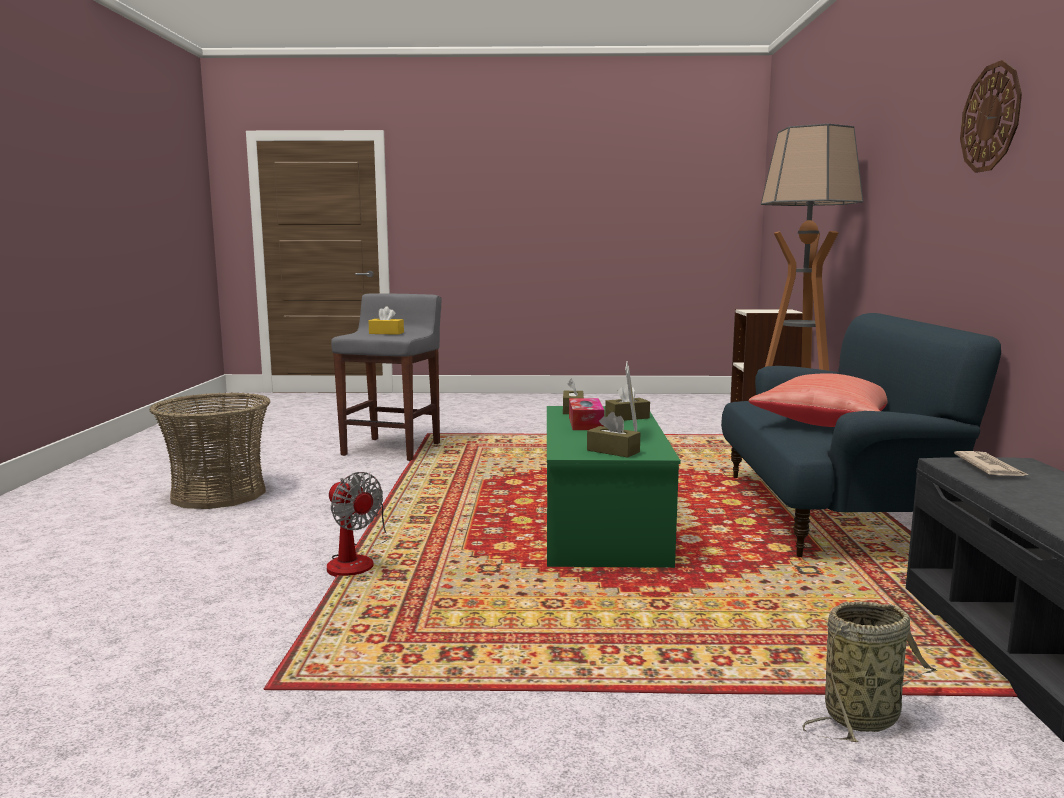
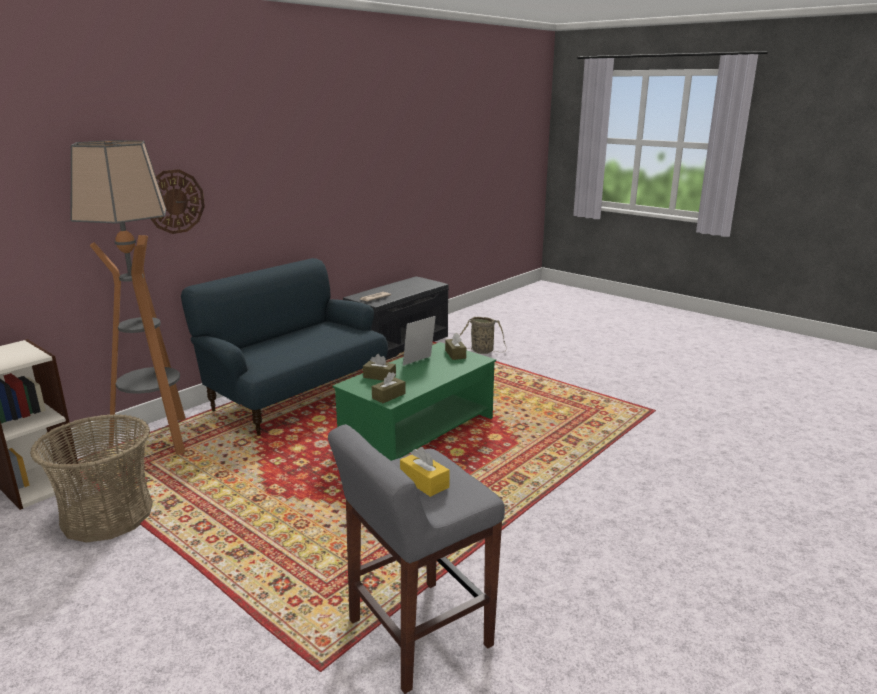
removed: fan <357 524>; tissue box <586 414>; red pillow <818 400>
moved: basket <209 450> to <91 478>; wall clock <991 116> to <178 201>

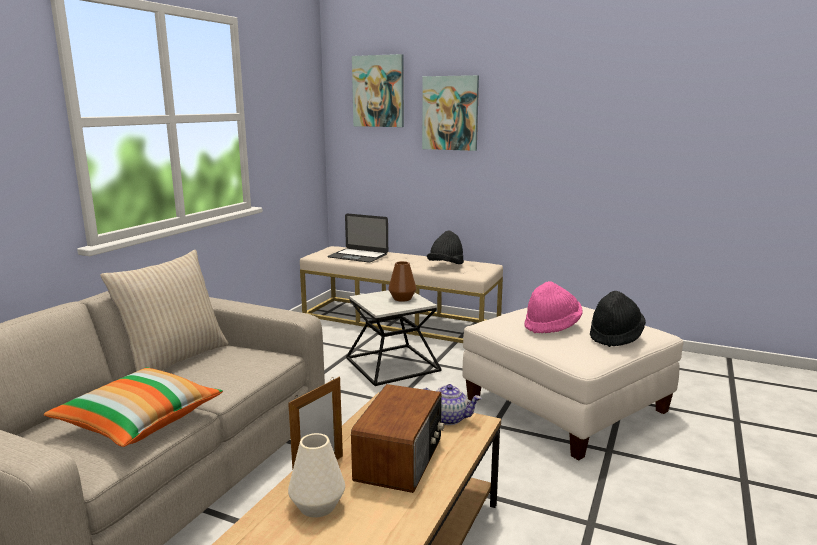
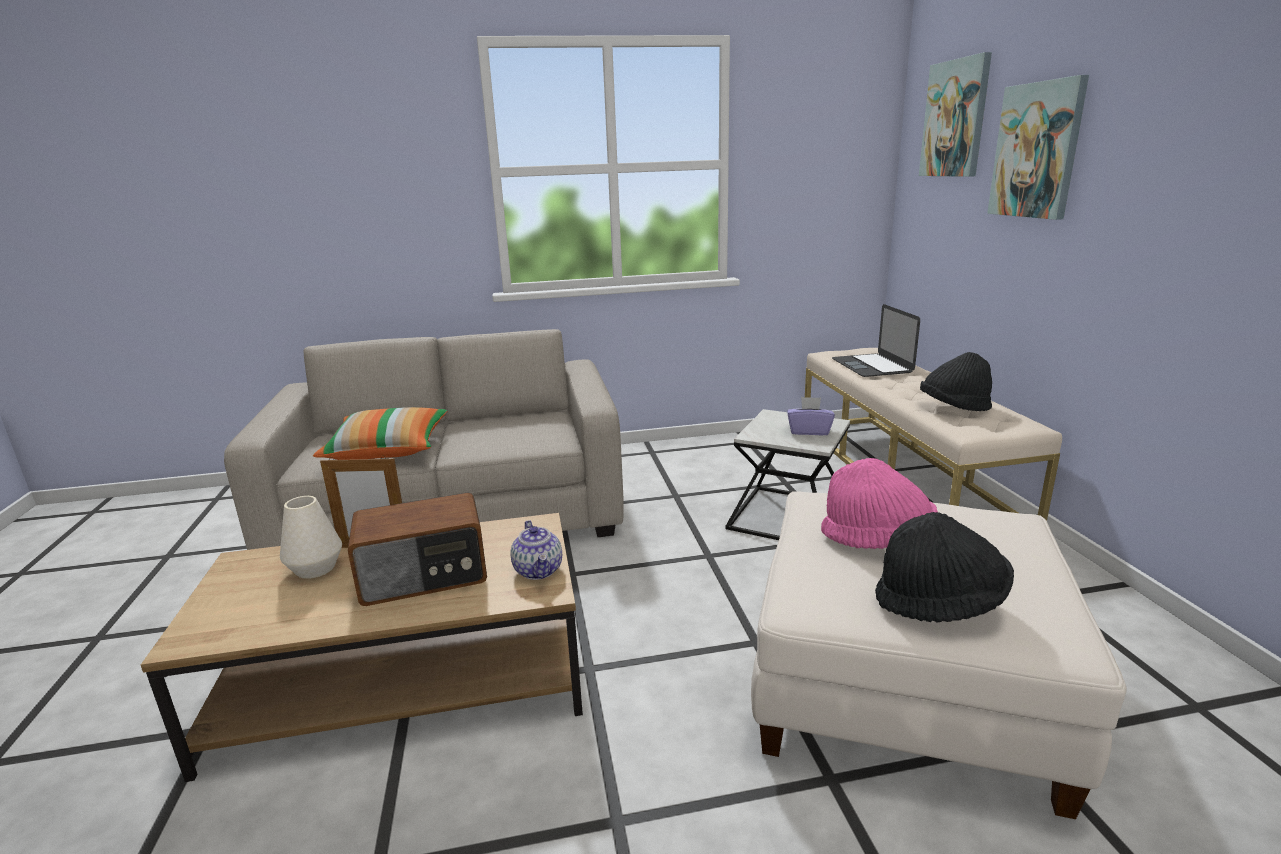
removed: beige pillow <164 310>
replaced: brown vase <402 281> to purple tissue box <811 416>

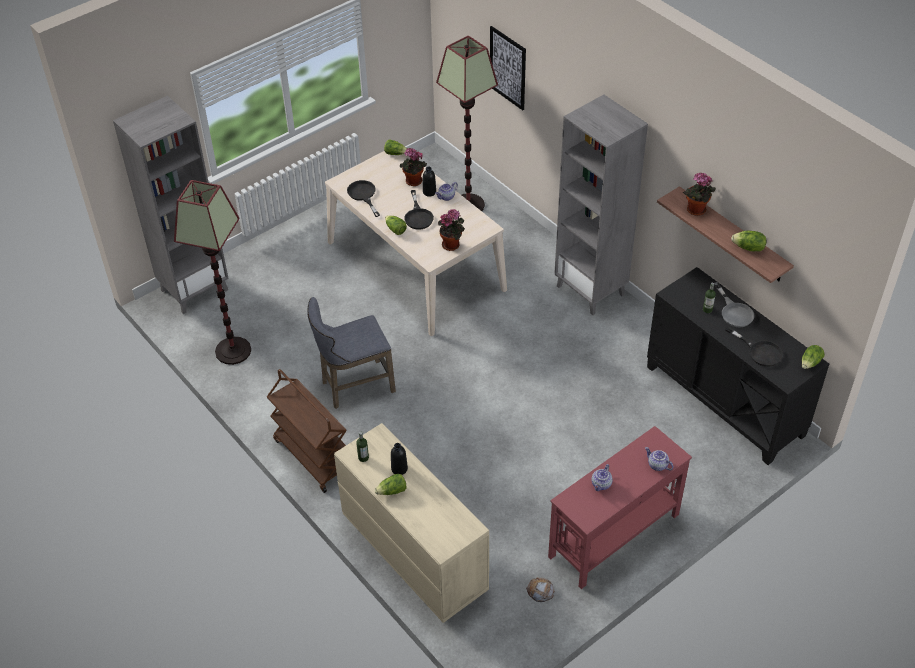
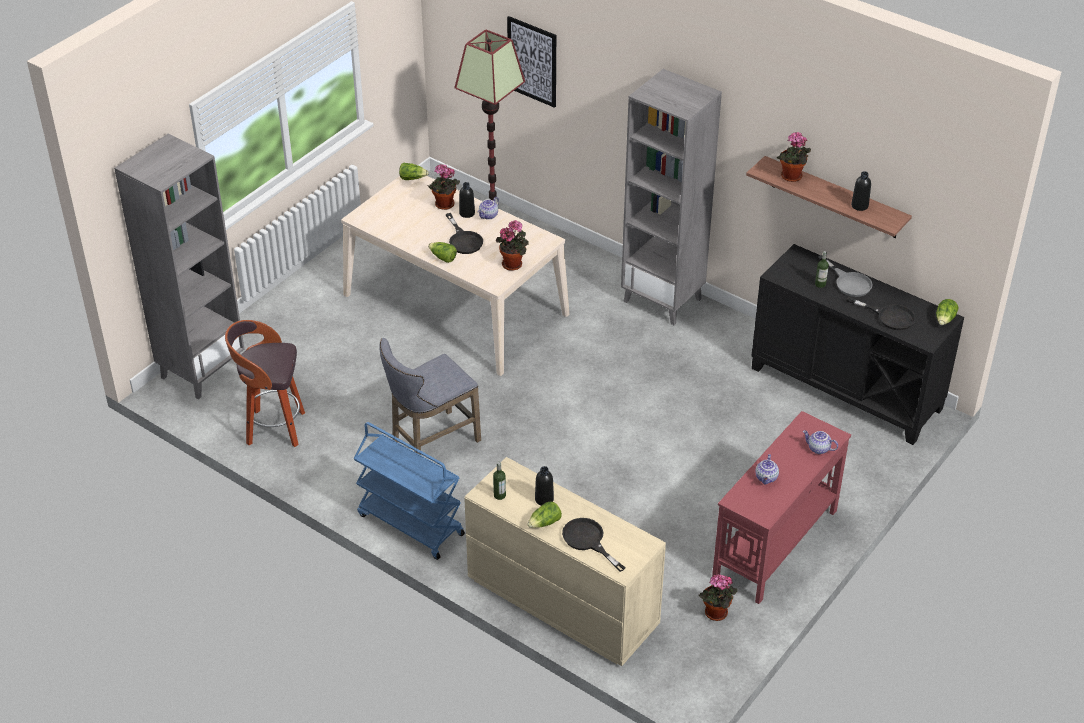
moved: black frying pan <363 198> to <594 545>
replaced: floor lamp <212 272> to stool <265 383>; bread <540 589> to potted plant <718 597>; lettuce <748 241> to black bottle <861 191>
recoloured: brown cart <307 431> to blue cart <409 491>

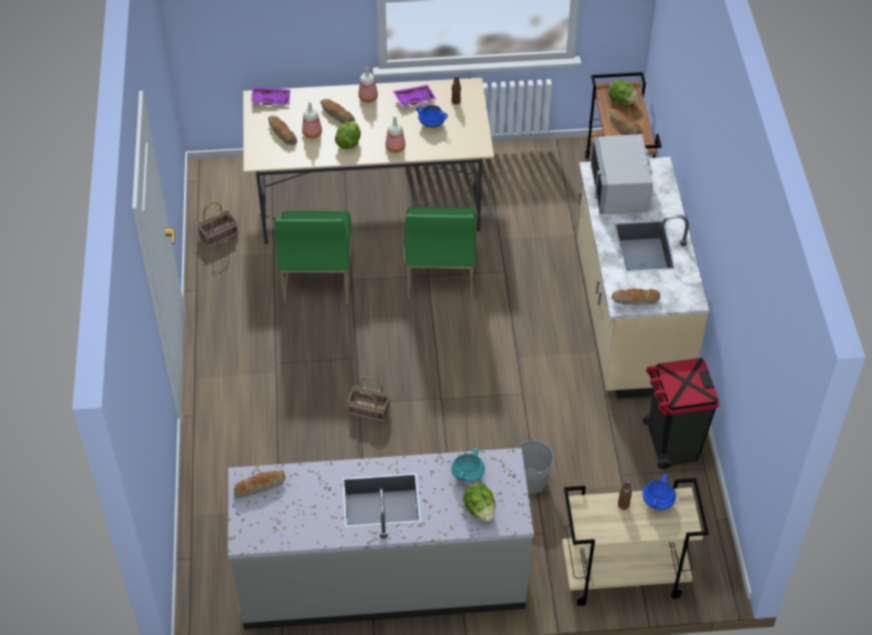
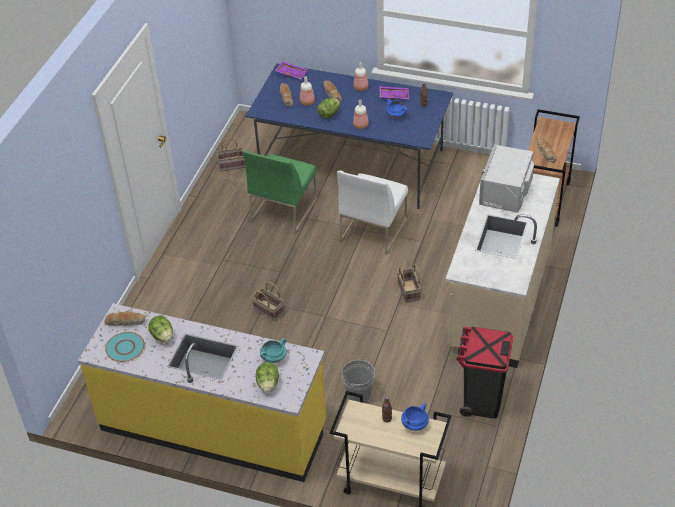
removed: bread <636 297>
added: turquoise plate <125 347>; basket <409 283>
moved: lettuce <623 92> to <160 328>
recoloured: grey counter <381 539> to yellow counter <202 392>; beige dining table <368 160> to blue dining table <349 136>; green chair <440 253> to white chair <372 212>

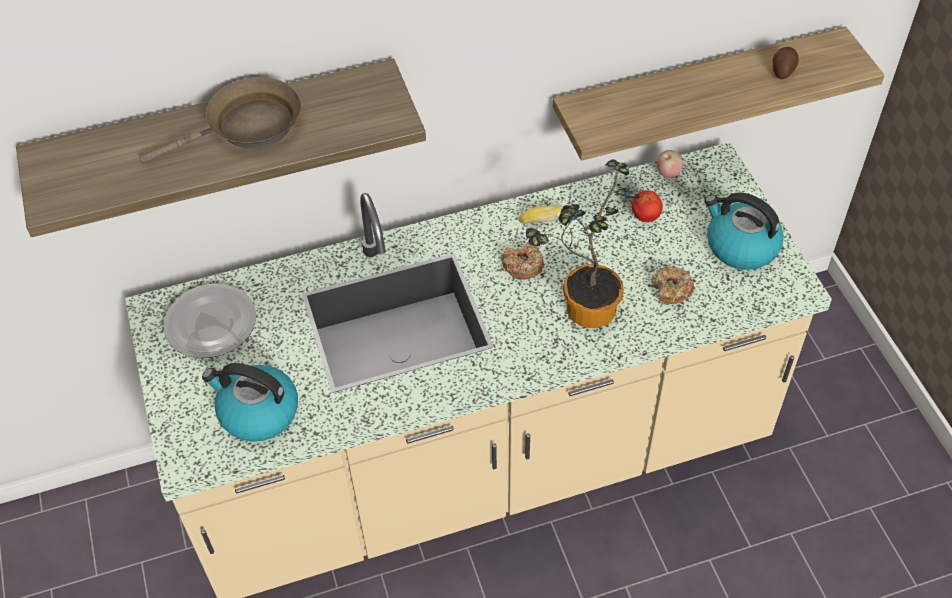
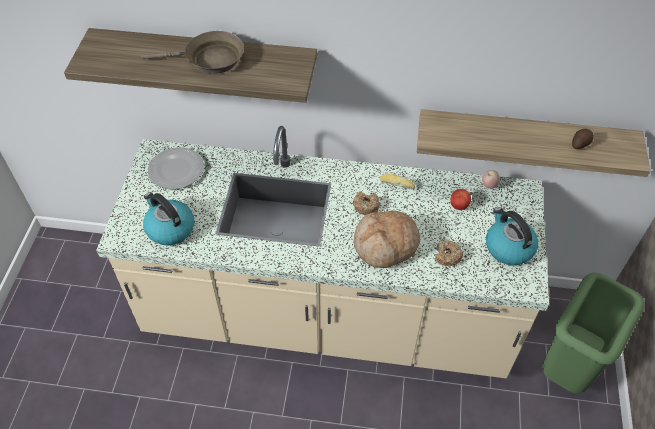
added: green trash can <593 333>
replaced: potted plant <583 243> to bread <387 239>

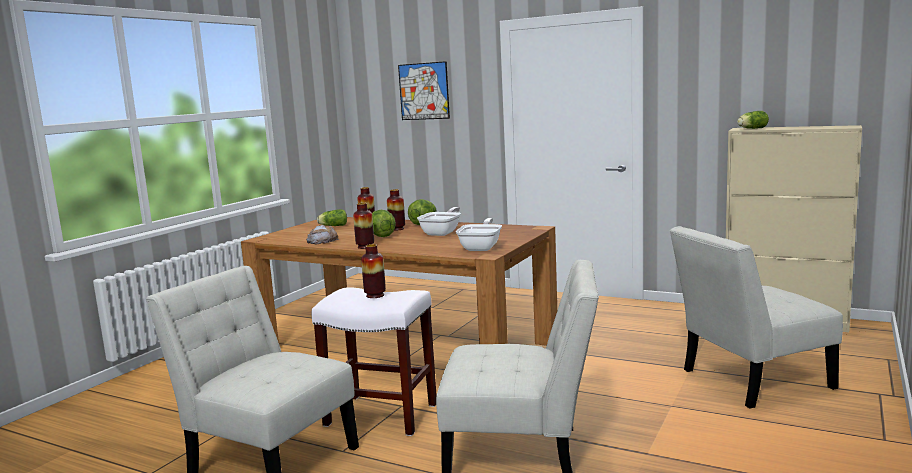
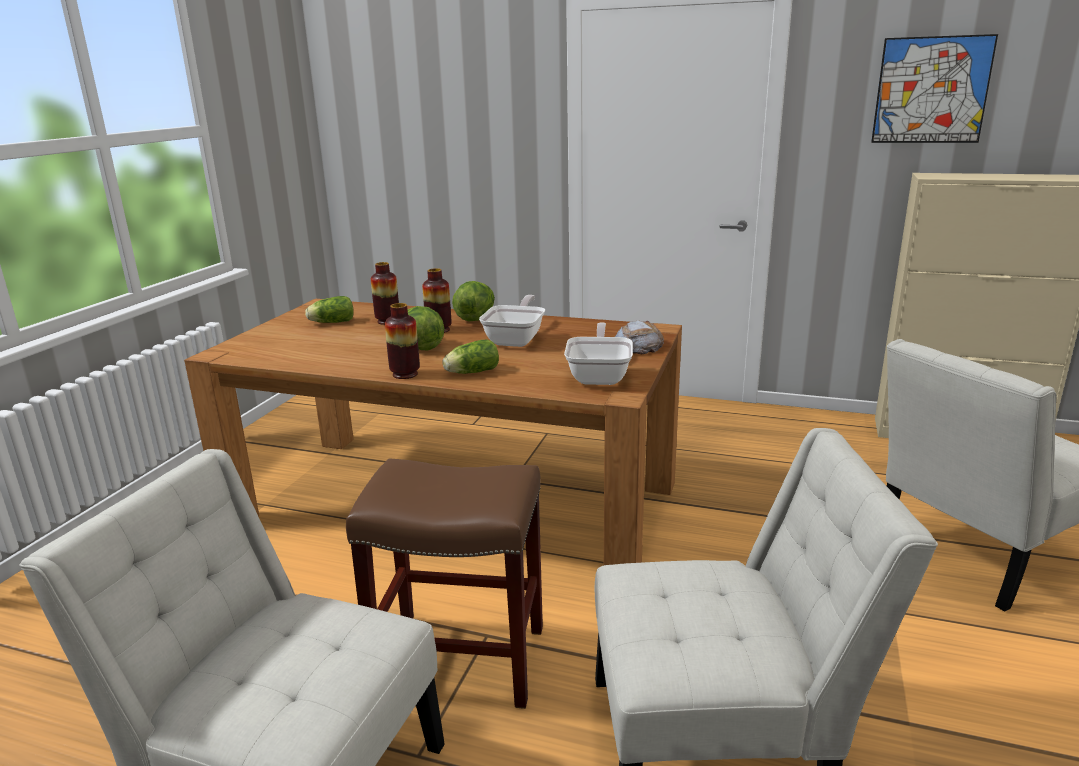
removed: vase <373 271>
moved: lettuce <753 120> to <470 356>; bread <322 234> to <639 337>; picture <424 90> to <934 88>
recoloured: white stool <374 361> to brown stool <444 584>

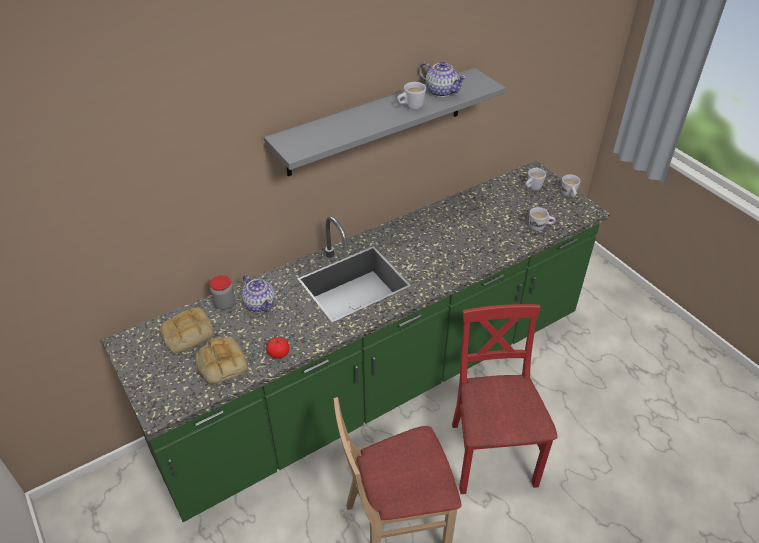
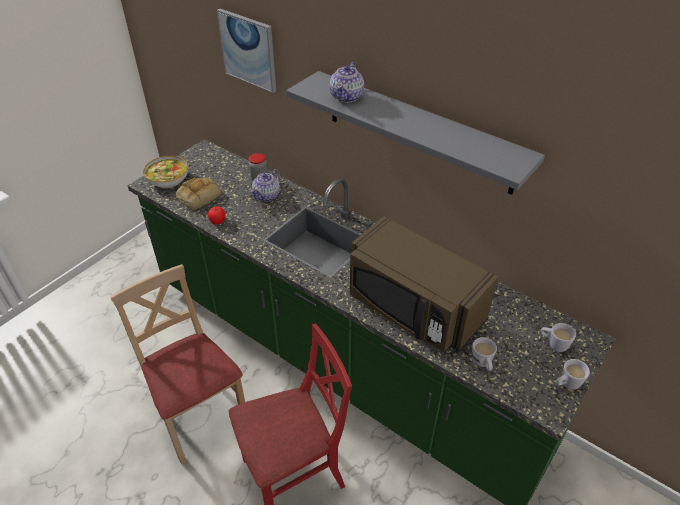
removed: bread <186 331>; white mug <411 96>
added: bowl <165 172>; picture <246 51>; brown microwave <424 284>
moved: teapot <443 79> to <347 82>

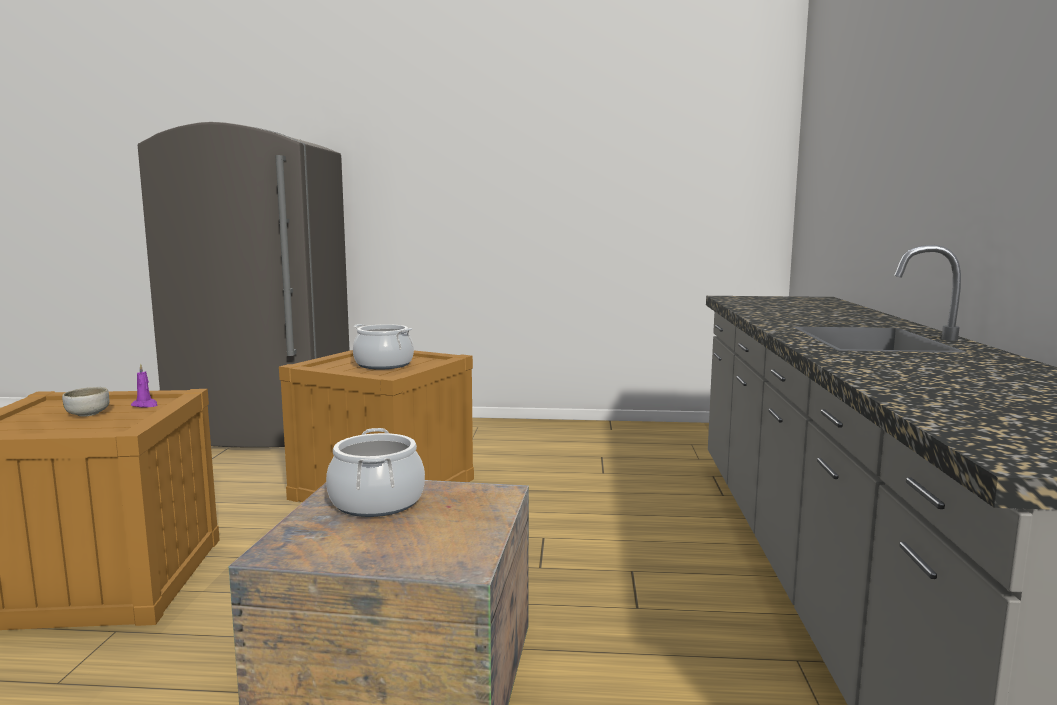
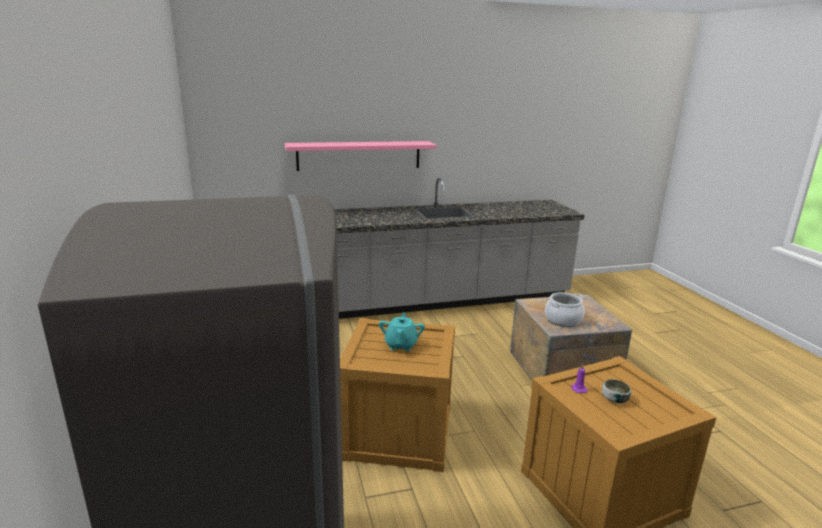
added: pink shelf <361 156>
replaced: cooking pot <383 346> to turquoise teapot <402 332>

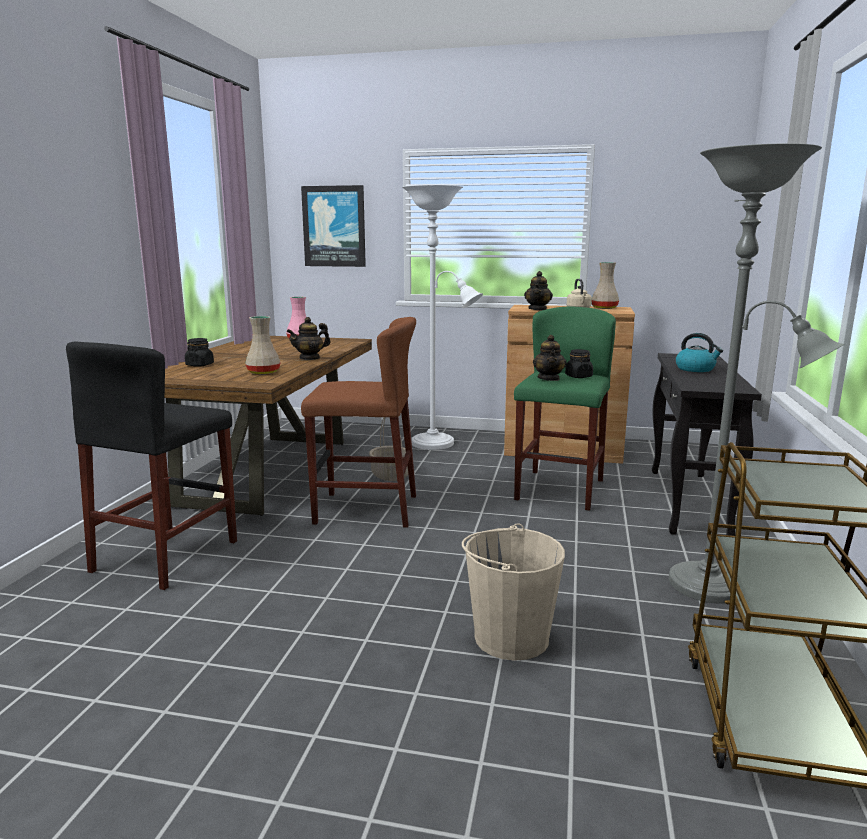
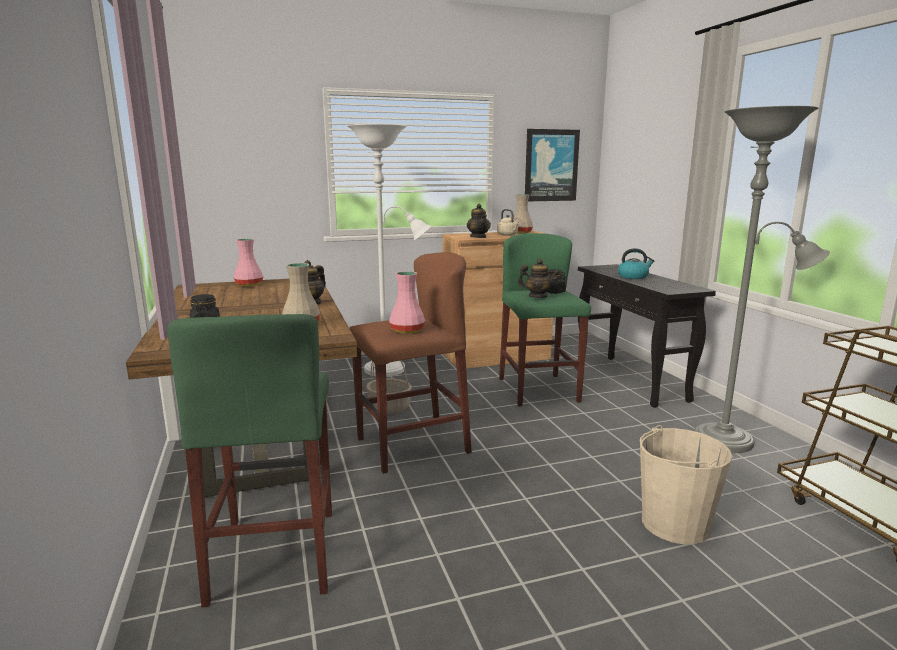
added: pink vase <407 302>
moved: picture <333 226> to <552 165>
recoloured: black stool <151 466> to green stool <249 460>
turned: teapot <550 358> = <538 278> 45 degrees counterclockwise

